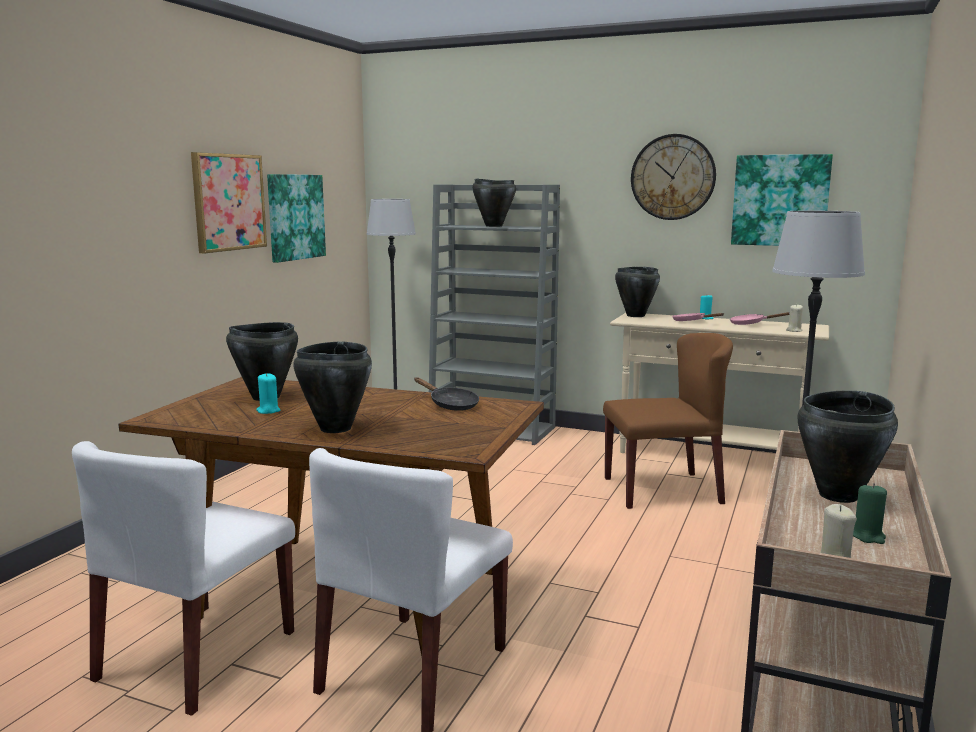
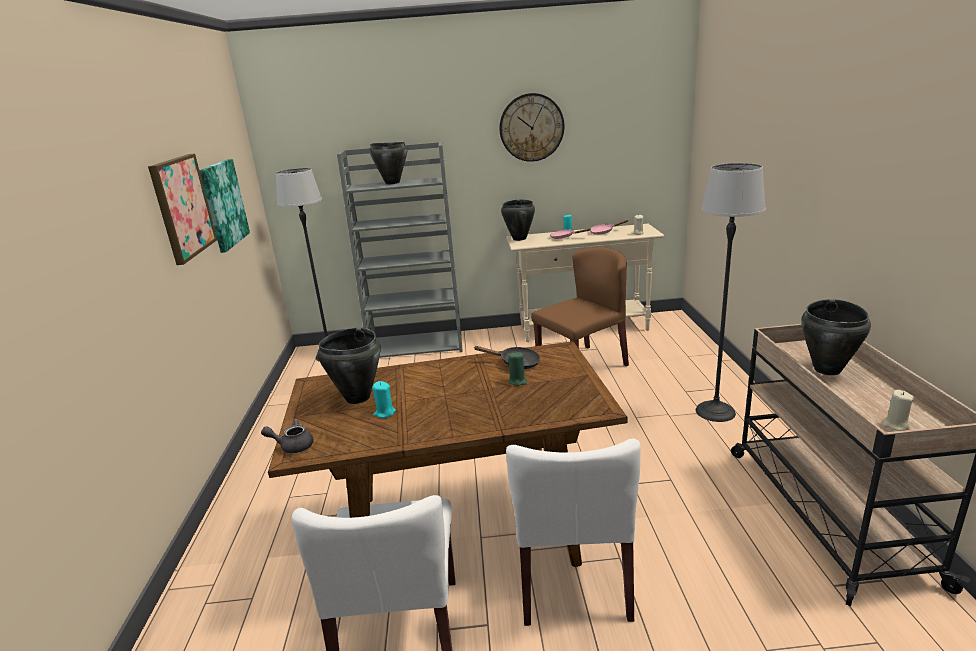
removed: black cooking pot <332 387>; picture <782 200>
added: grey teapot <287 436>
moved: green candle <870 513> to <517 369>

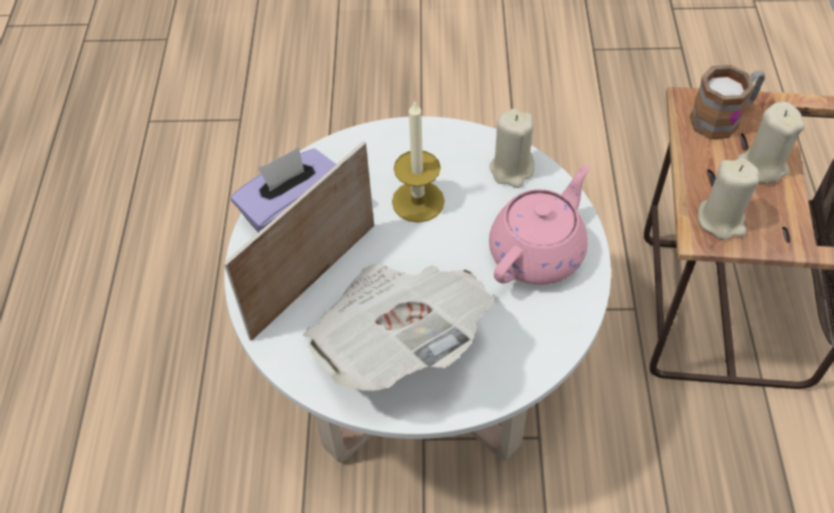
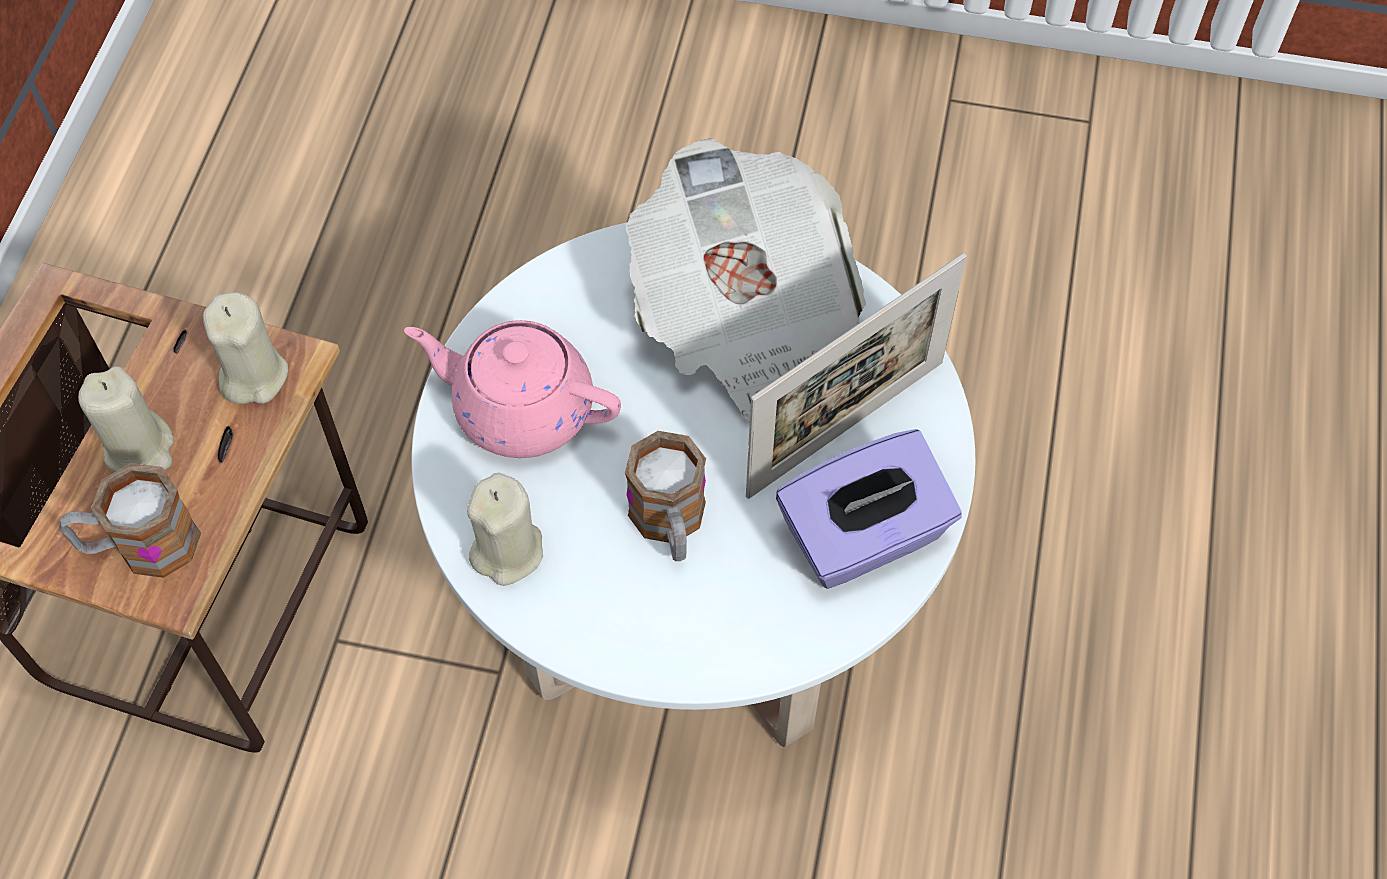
replaced: candle <418 161> to mug <665 496>
turned: pink teapot <539 225> = <512 389> 60 degrees clockwise

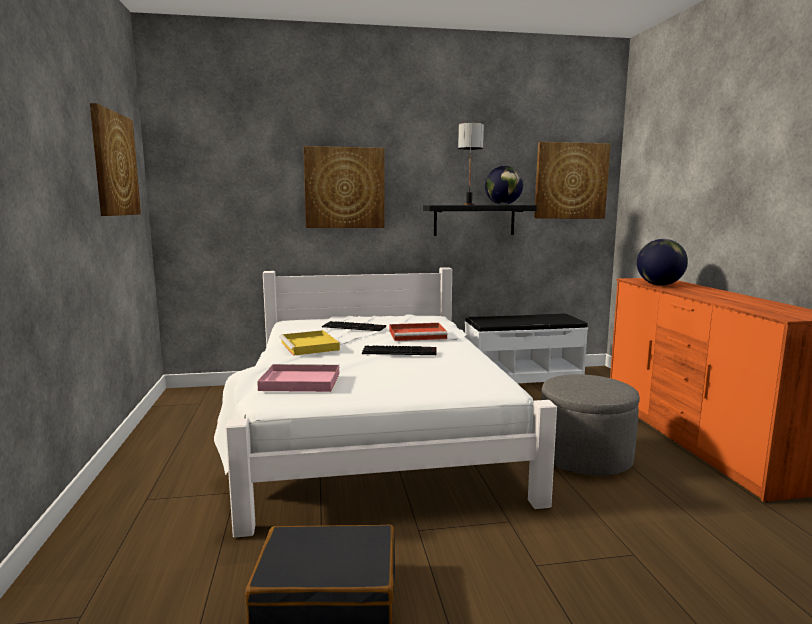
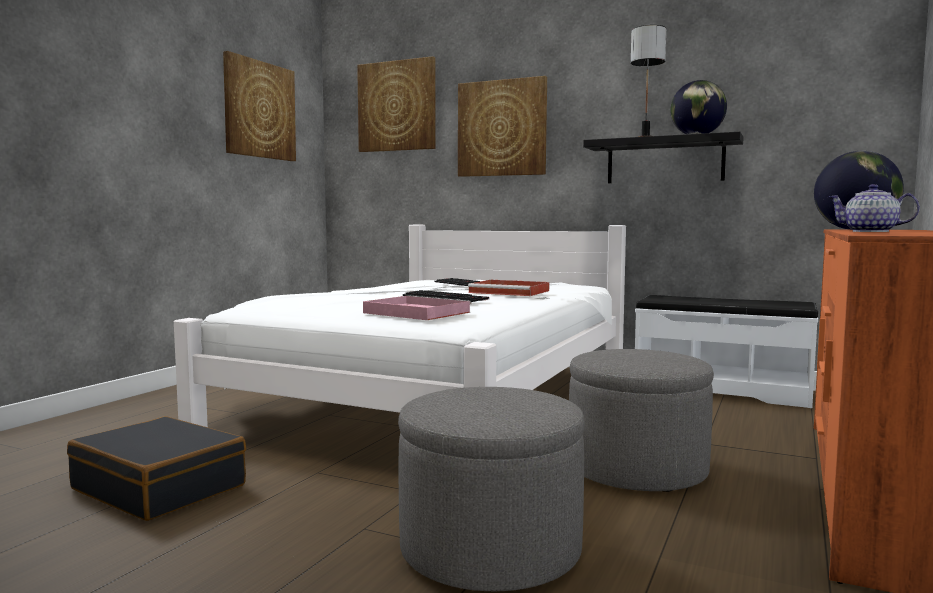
removed: yellow tray <309 343>
added: grey ottoman <491 489>; teapot <874 208>
moved: picture <572 180> to <396 104>; pink tray <298 378> to <417 307>

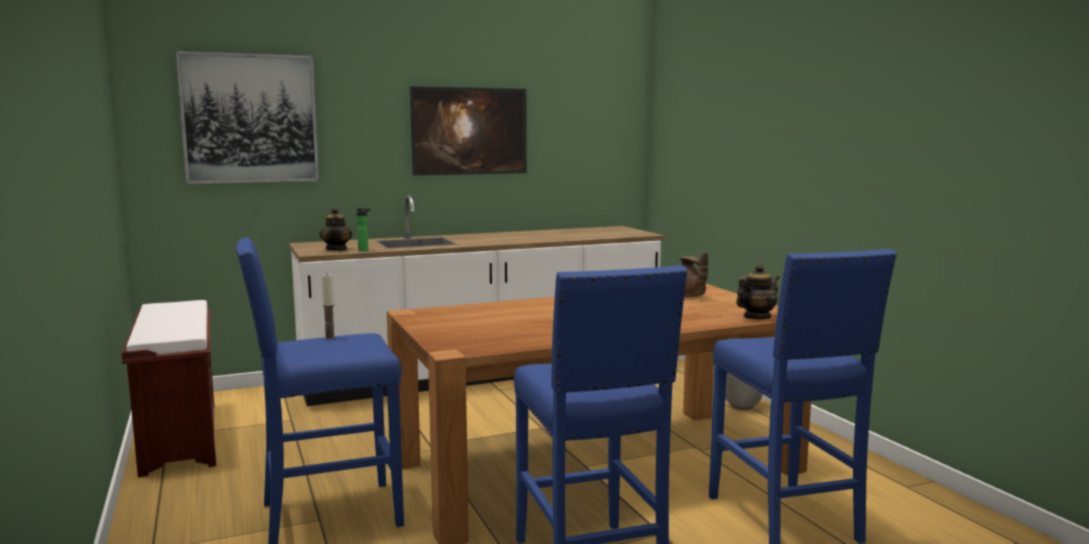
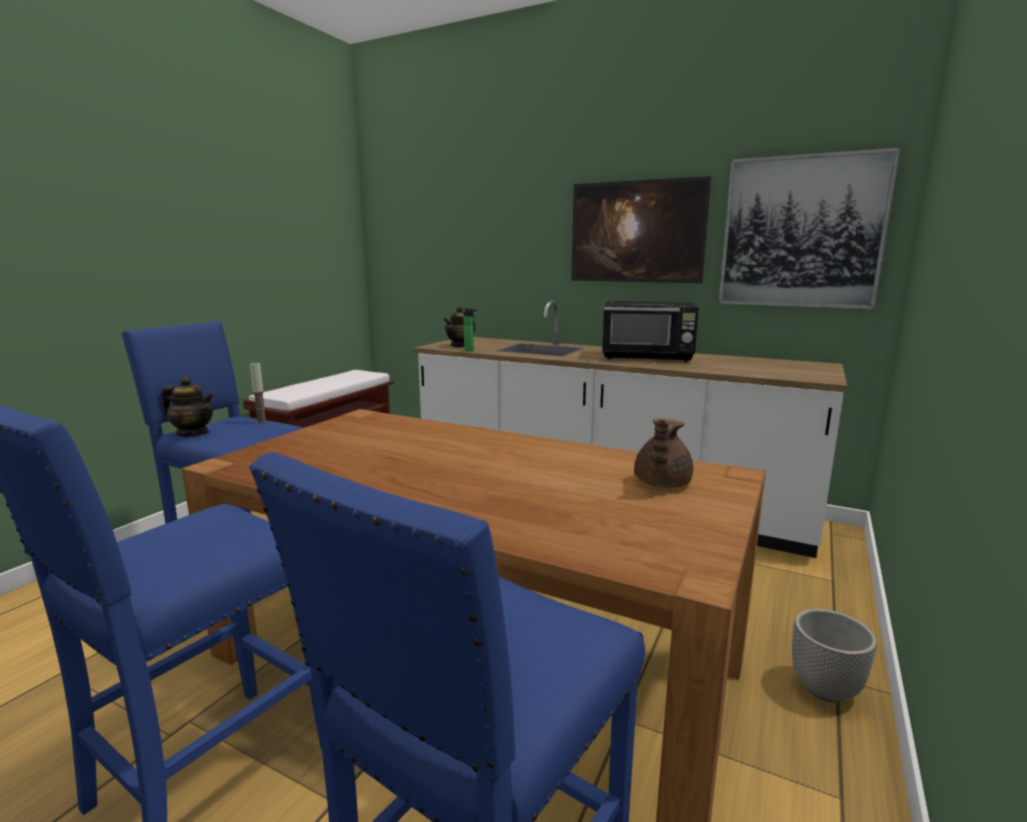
added: black microwave <650 331>
moved: teapot <758 291> to <187 407>; picture <247 117> to <809 228>

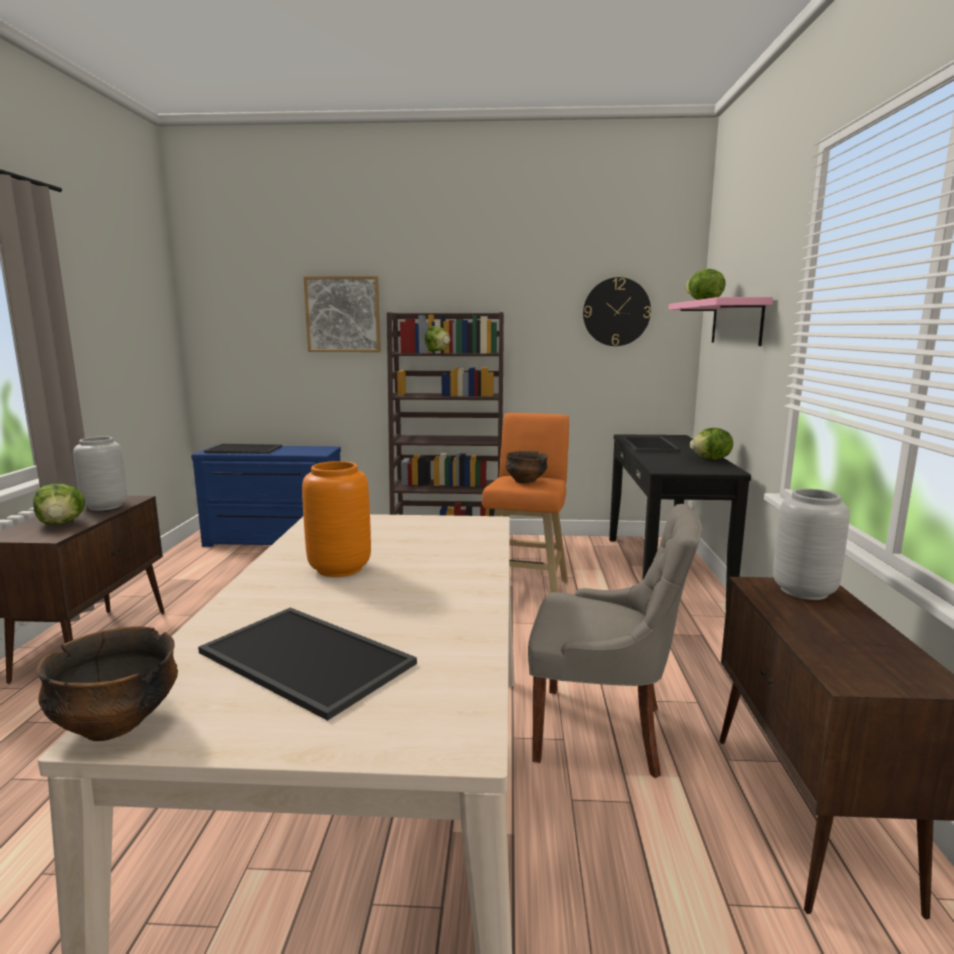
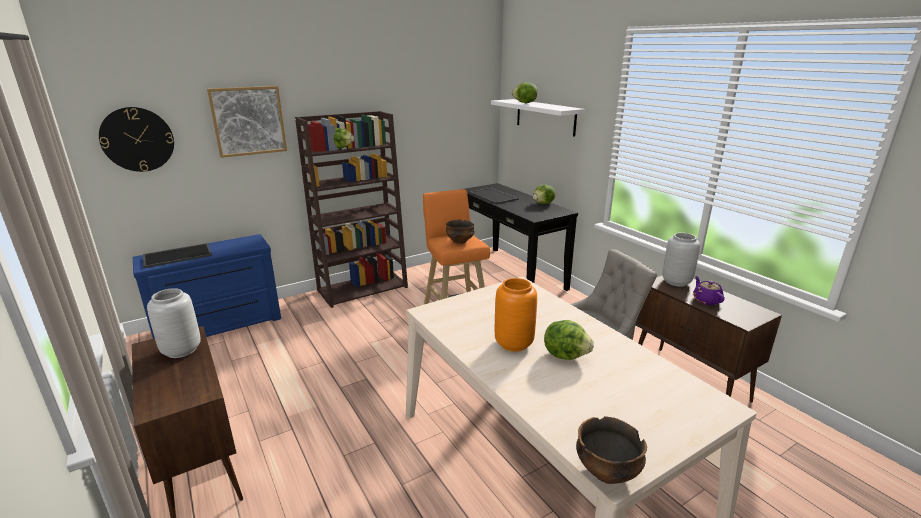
removed: tray <307 664>
added: purple teapot <709 290>
moved: wall clock <617 311> to <136 139>; lettuce <59 504> to <569 340>
recoloured: pink shelf <721 321> to white shelf <538 118>

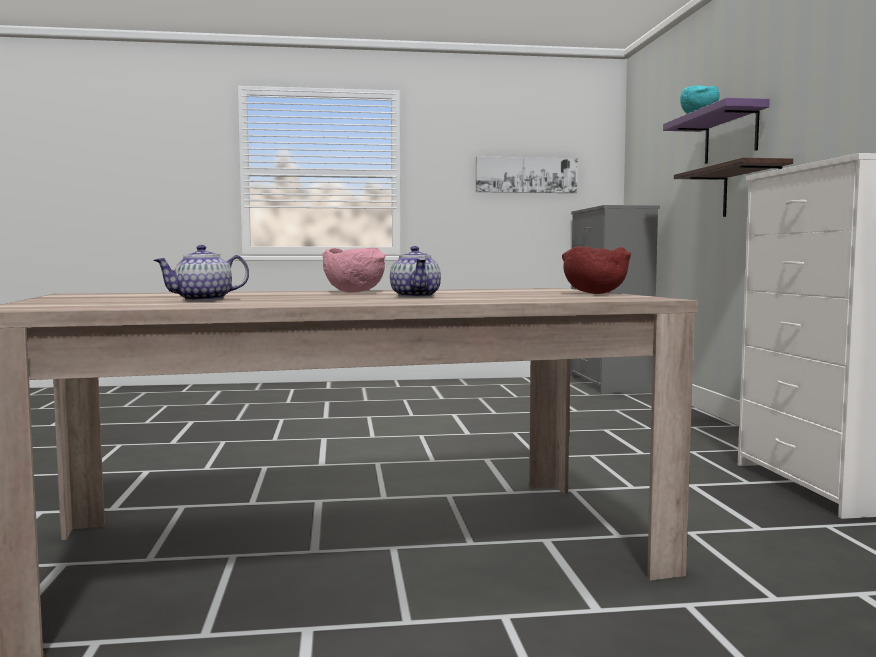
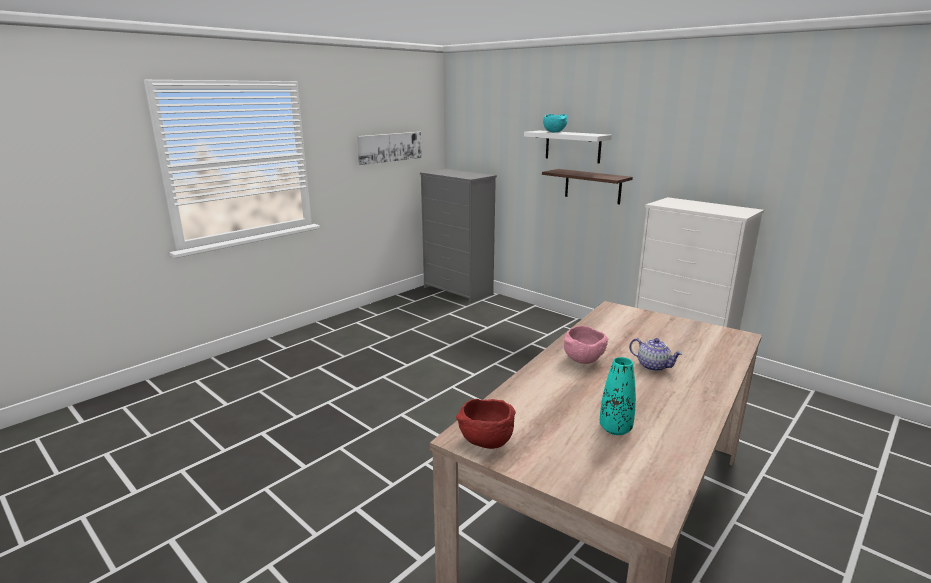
moved: red bowl <596 270> to <486 424>
replaced: teapot <201 273> to turquoise vase <618 396>
recoloured: purple shelf <716 131> to white shelf <568 147>

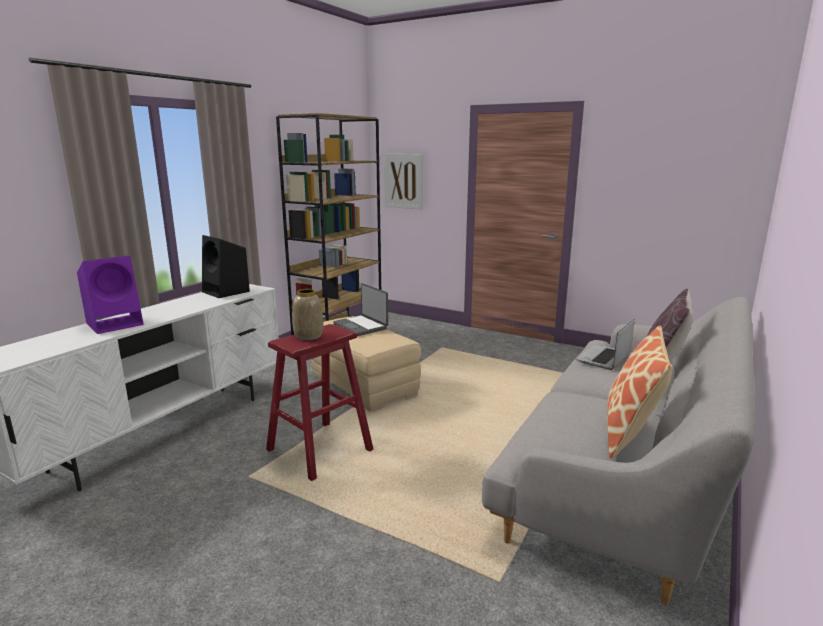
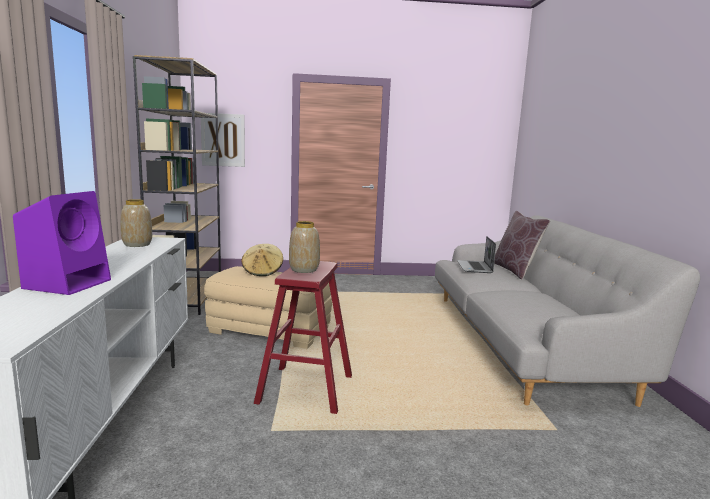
removed: pillow <639 392>
replaced: black speaker <226 266> to vase <136 223>; laptop <360 309> to beige hat <262 260>

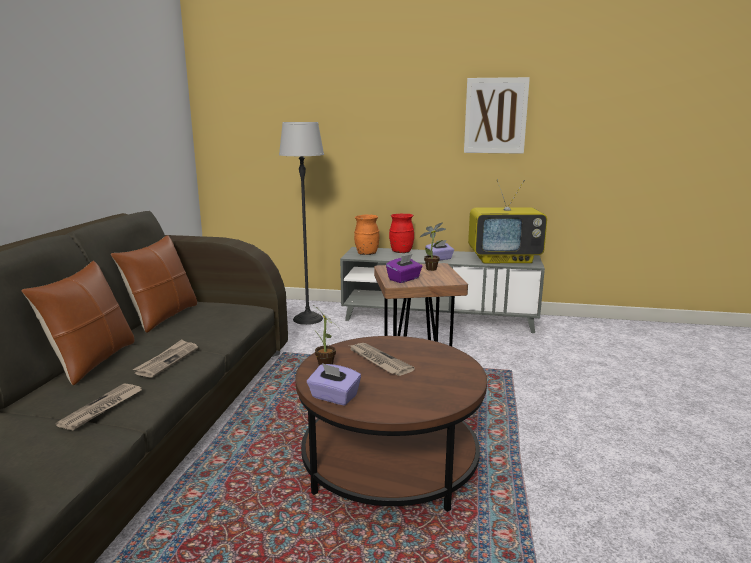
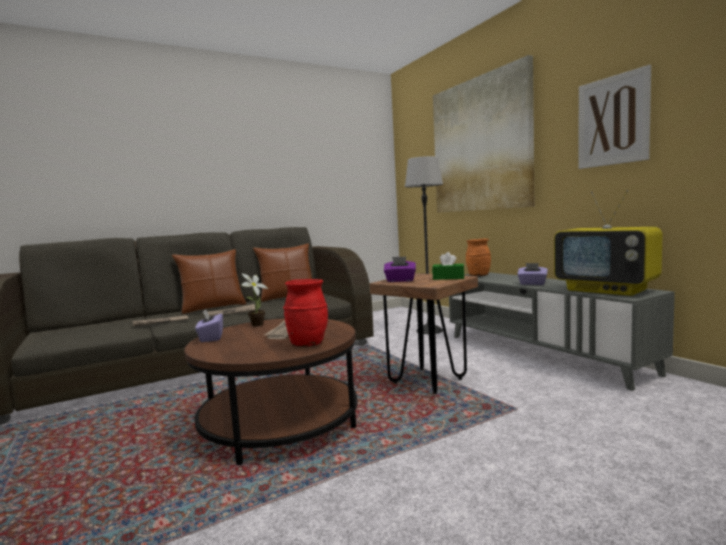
added: picture <483 134>
moved: red vase <401 233> to <305 313>
replaced: potted plant <433 246> to green tissue box <448 266>

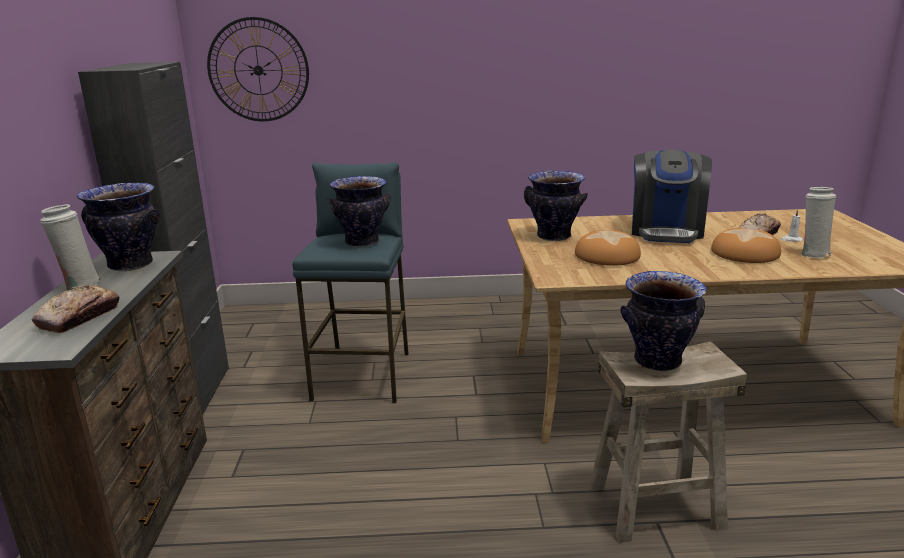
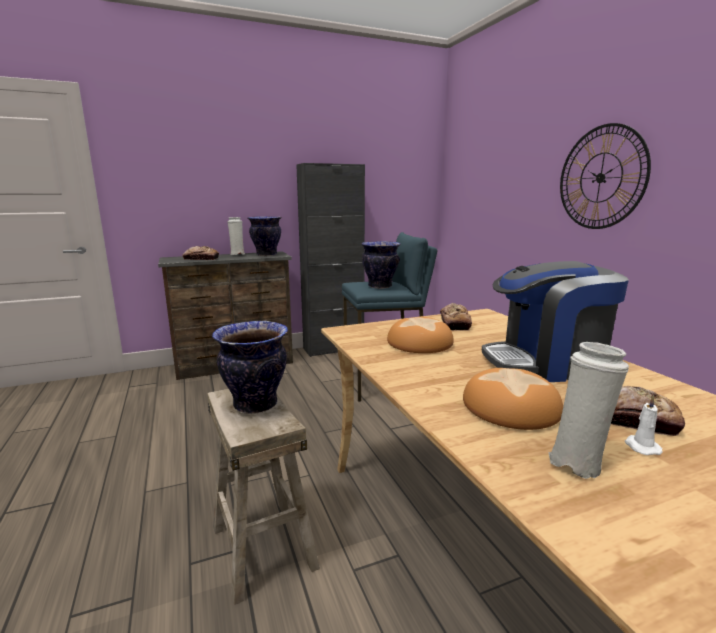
moved: wall clock <258 69> to <605 176>
replaced: vase <556 206> to bread <456 317>

